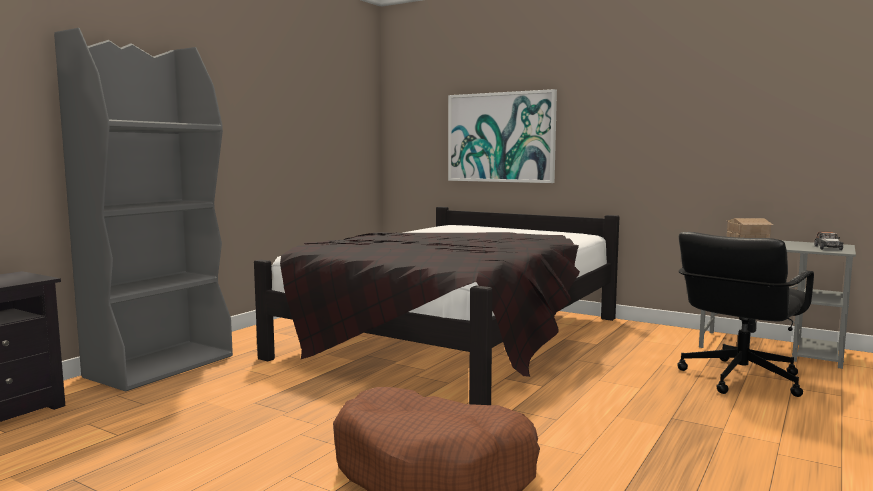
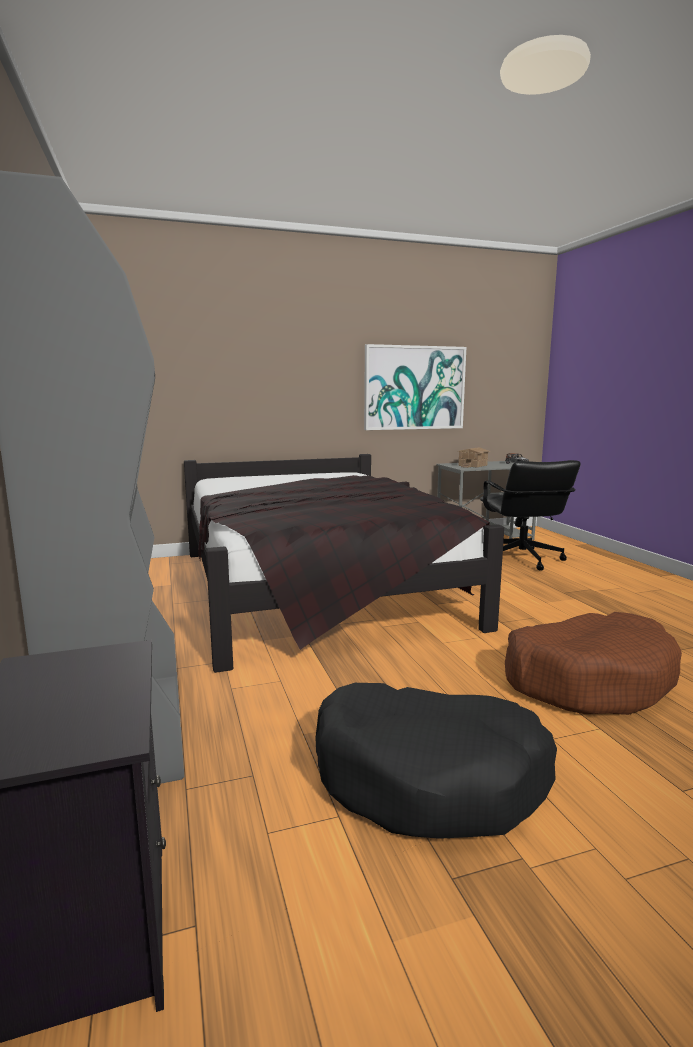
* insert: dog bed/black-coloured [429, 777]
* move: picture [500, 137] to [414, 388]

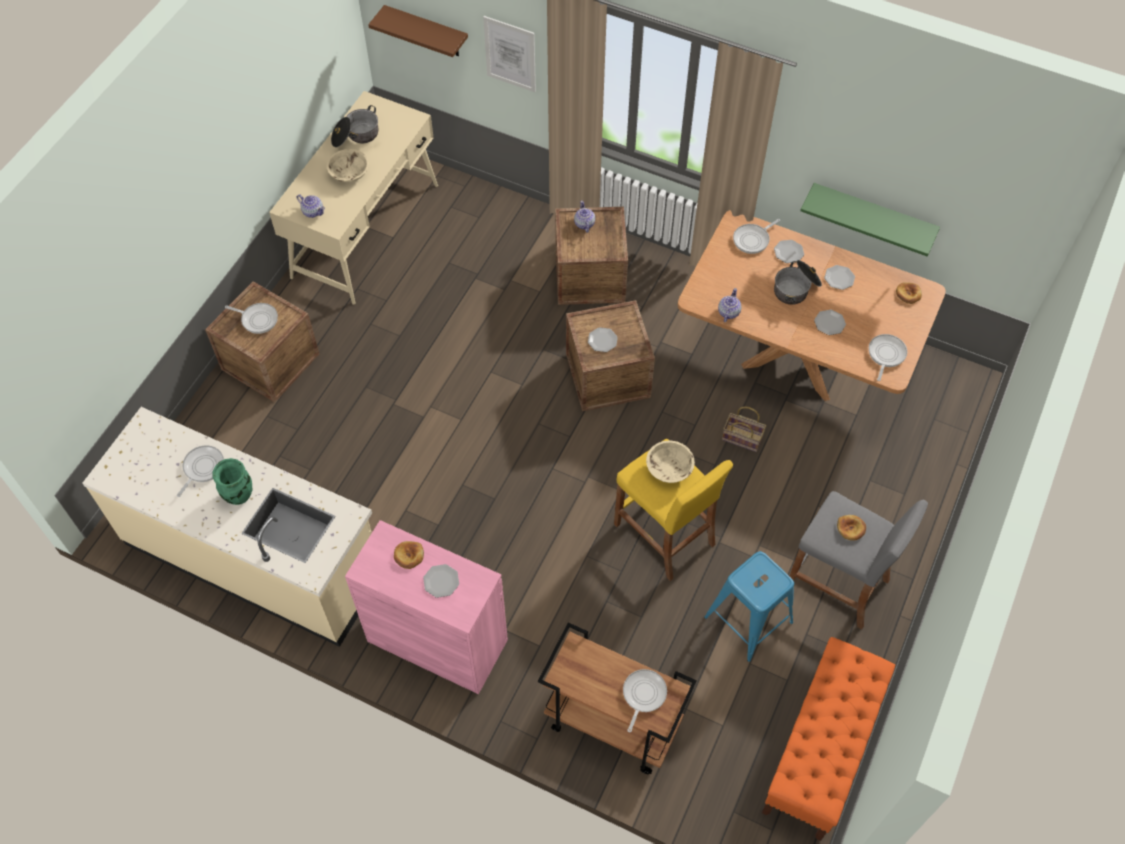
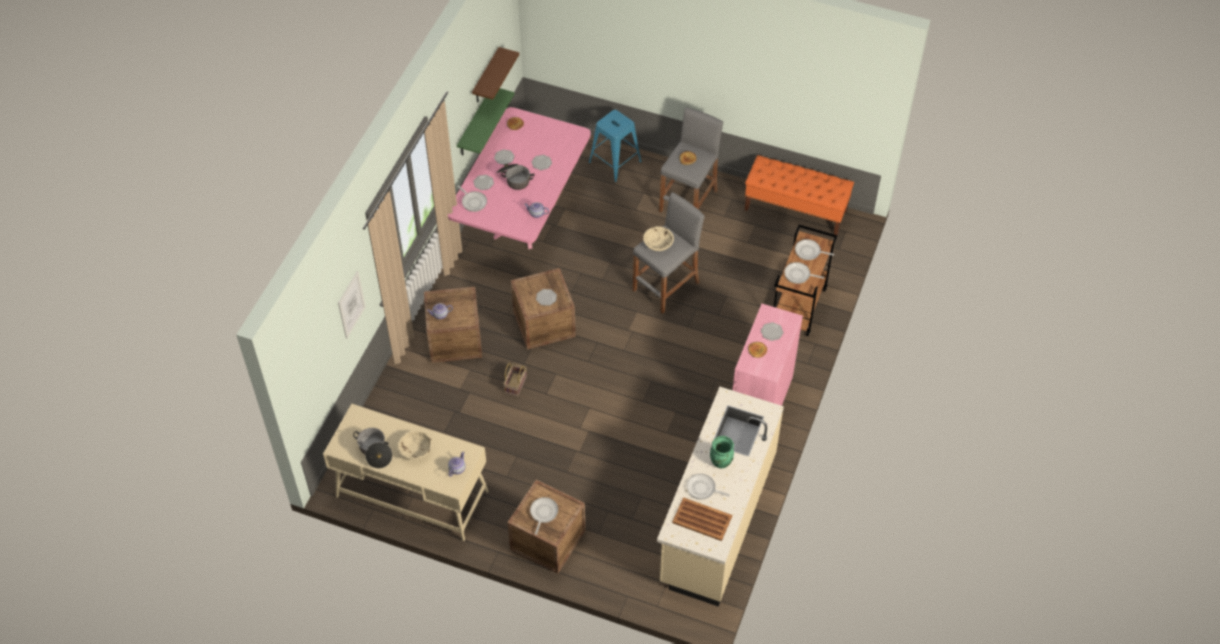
* insert: carrying tray/brown-coloured [701, 519]
* move: bracket shelf/brown-coloured [427, 32] to [486, 77]
* move: sitting stool/blue-coloured [748, 619] to [614, 162]
* move: household basket [743, 438] to [515, 383]
* move: pan [885, 355] to [798, 275]
* recolor: sitting stool/yellowish [664, 534] to sitting stool/gray [666, 286]
* recolor: kitchen table/brown-coloured [794, 360] to kitchen table/pink-coloured [523, 221]

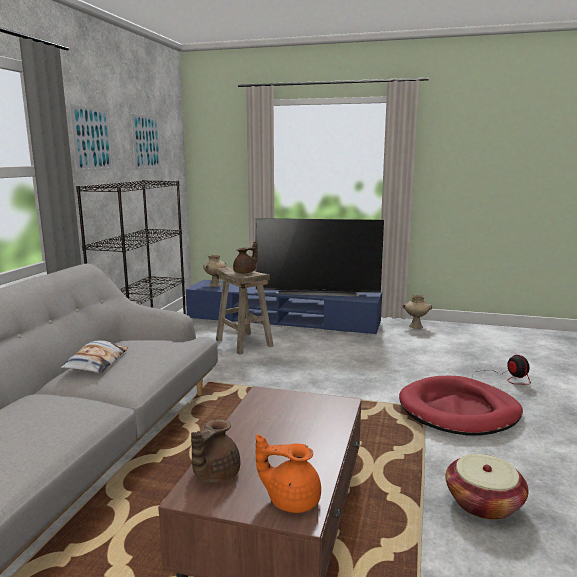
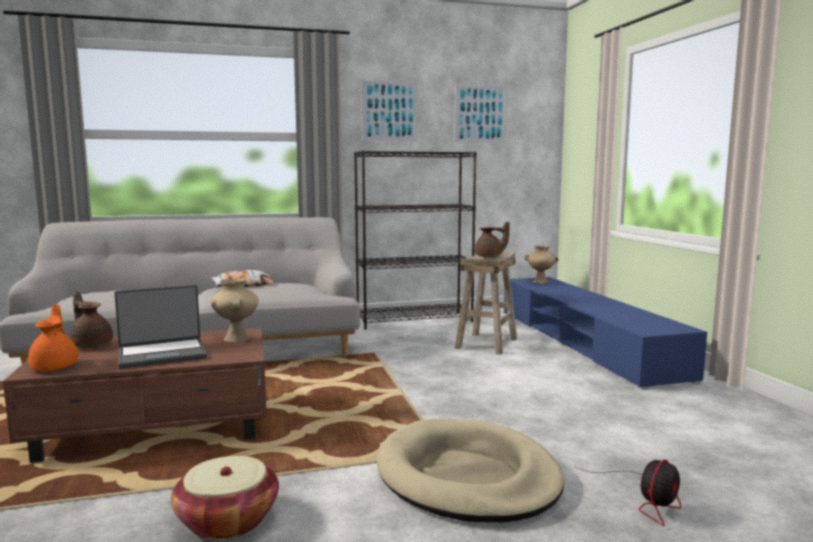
* delete: television [317, 292]
* insert: laptop [162, 354]
* move: vase/beige [415, 326] to [236, 338]
* recolor: dog bed/red-coloured [459, 410] to dog bed/beige [467, 476]
* rotate: tea pot/brown-coloured [214, 475] = [91, 344] 45 degrees clockwise

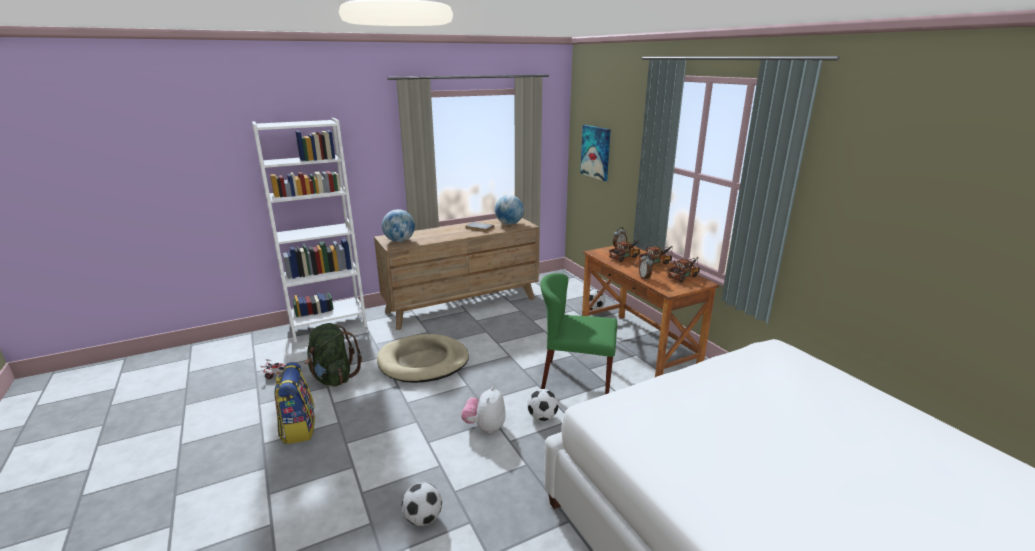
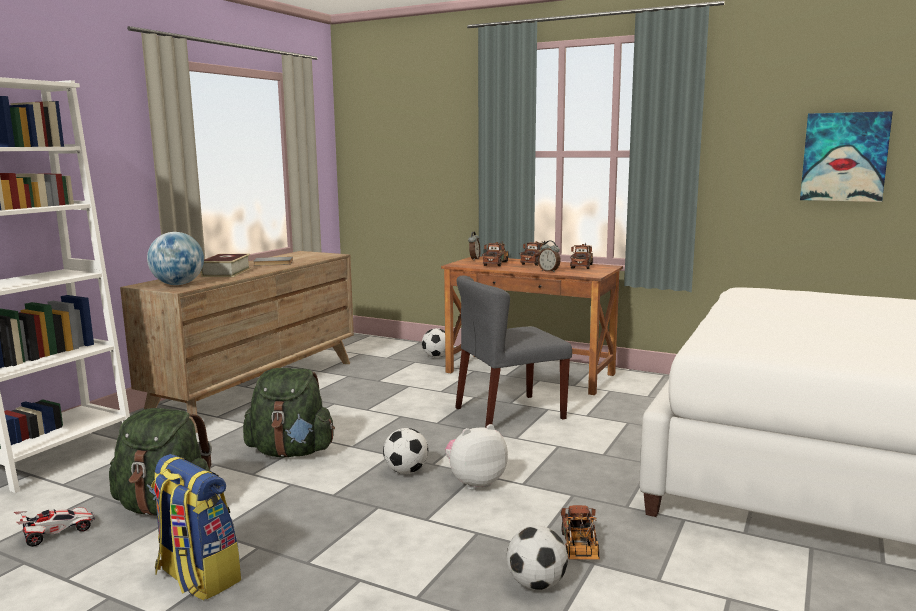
* delete: globe [509, 224]
* insert: book [226, 272]
* insert: toy truck [579, 549]
* move: ball for football [542, 417] to [406, 471]
* move: picture [596, 152] to [844, 157]
* replace: dog bed/beige [423, 362] to backpack/greenish [291, 452]
* recolor: upright chair/greenish [576, 378] to upright chair/gray [509, 413]
* rotate: plush toy [485, 427] = [475, 482] 90 degrees clockwise

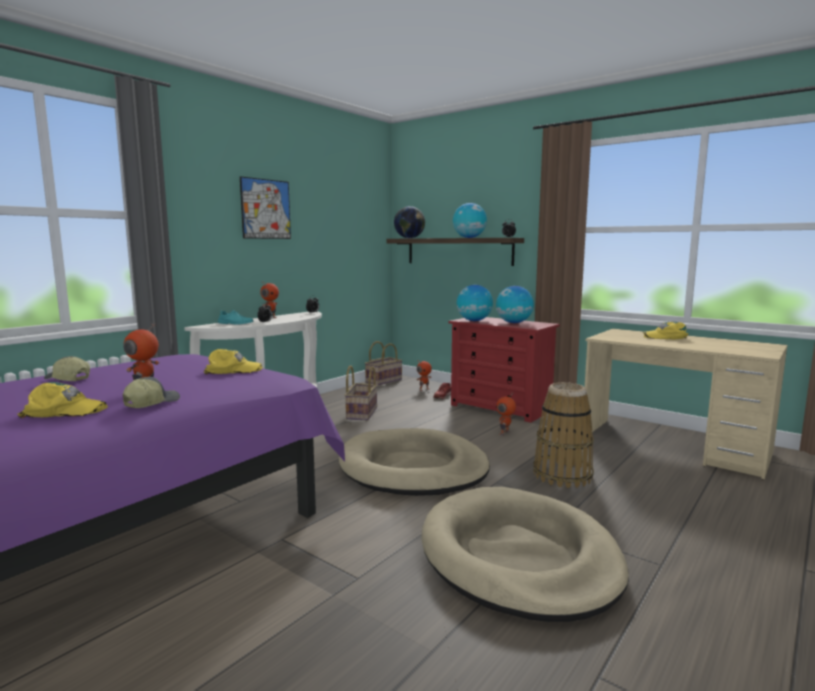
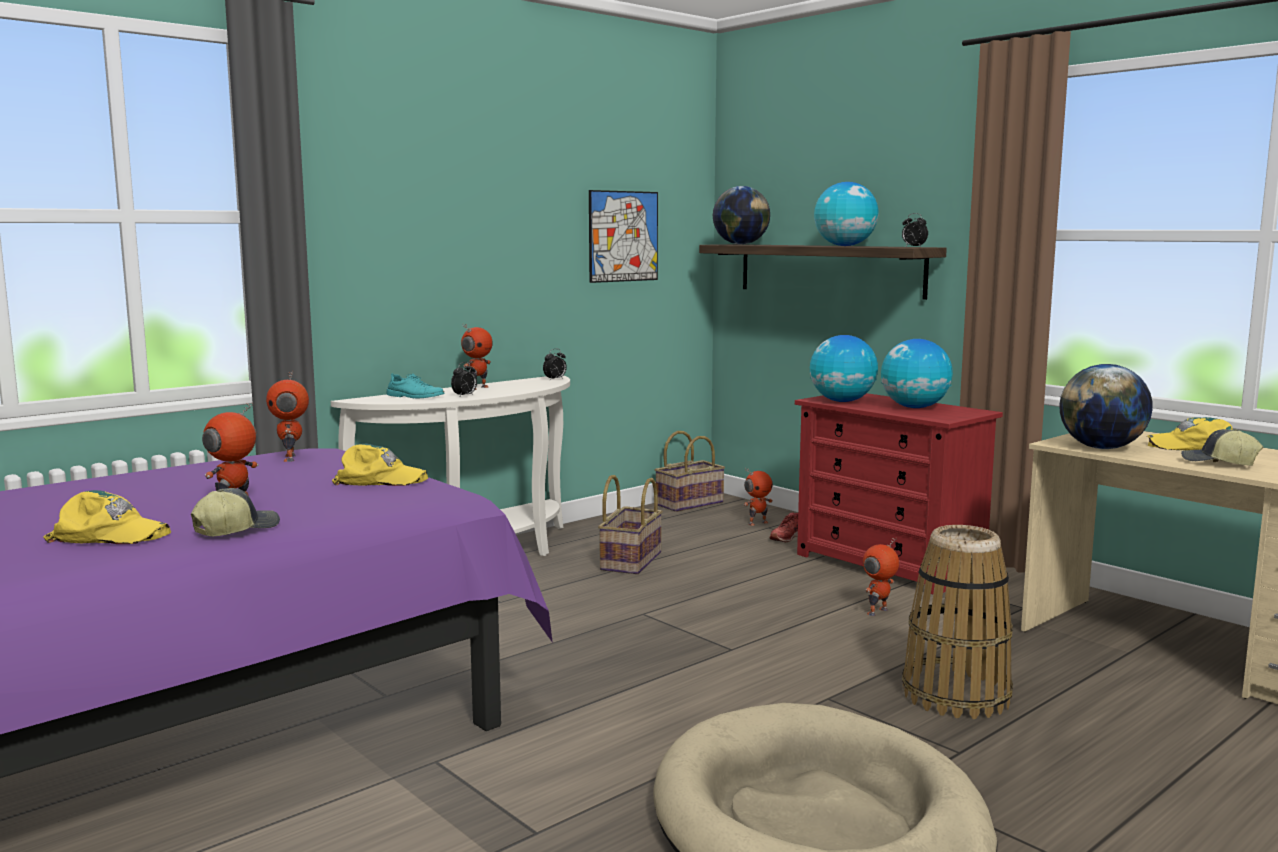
* delete: dog bed/beige [413, 468]
* insert: robot figure [291, 458]
* insert: globe [1102, 448]
* move: baseball cap [67, 379] to [1218, 463]
* move: picture [266, 209] to [623, 236]

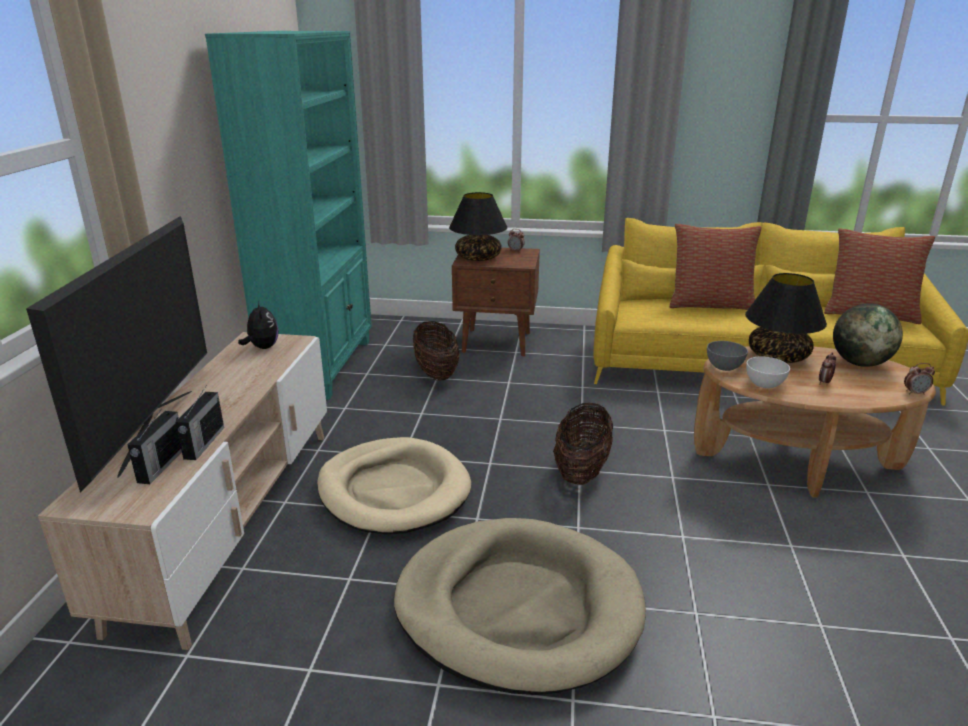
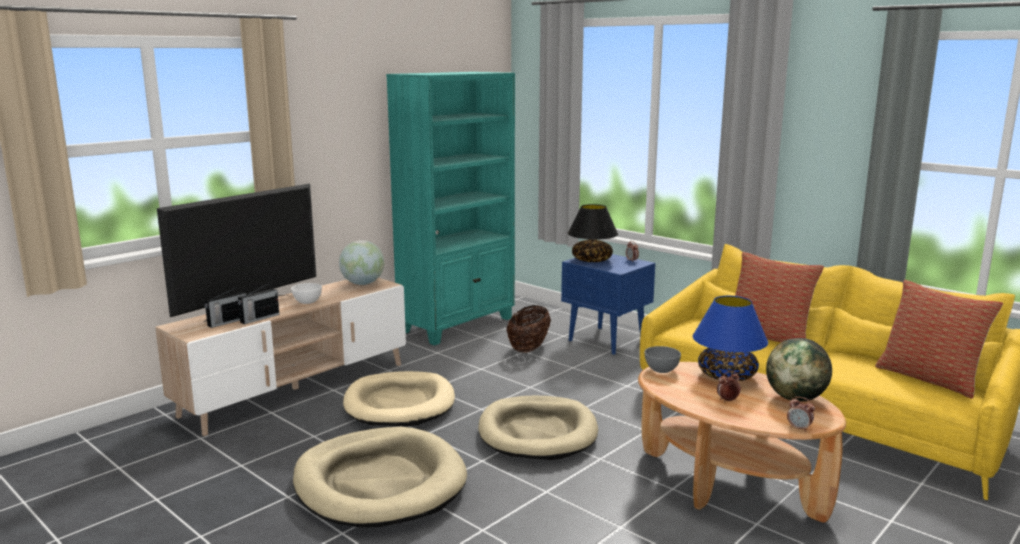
* move: deep dish/whitish [764, 384] to [307, 302]
* replace: plush toy [262, 347] to globe [362, 284]
* replace: household basket [581, 470] to dog bed/beige [537, 432]
* recolor: bedside table/brown-coloured [497, 342] to bedside table/blue-coloured [606, 340]
* recolor: tabletop lamp/black-coloured [778, 356] to tabletop lamp/blue-coloured [727, 376]

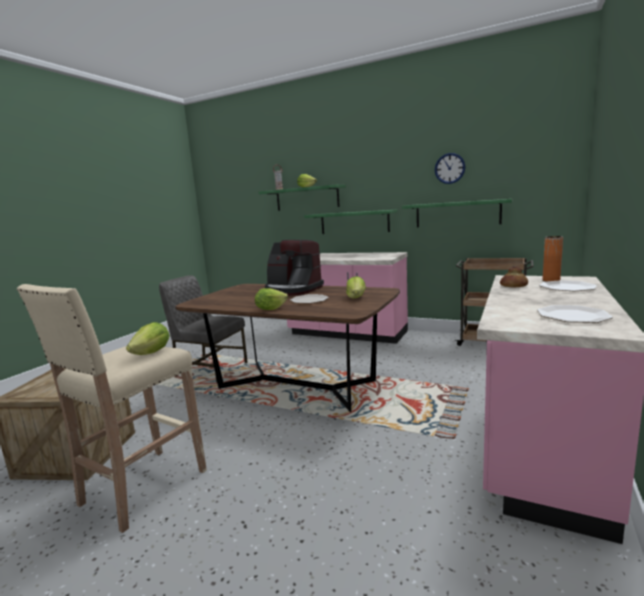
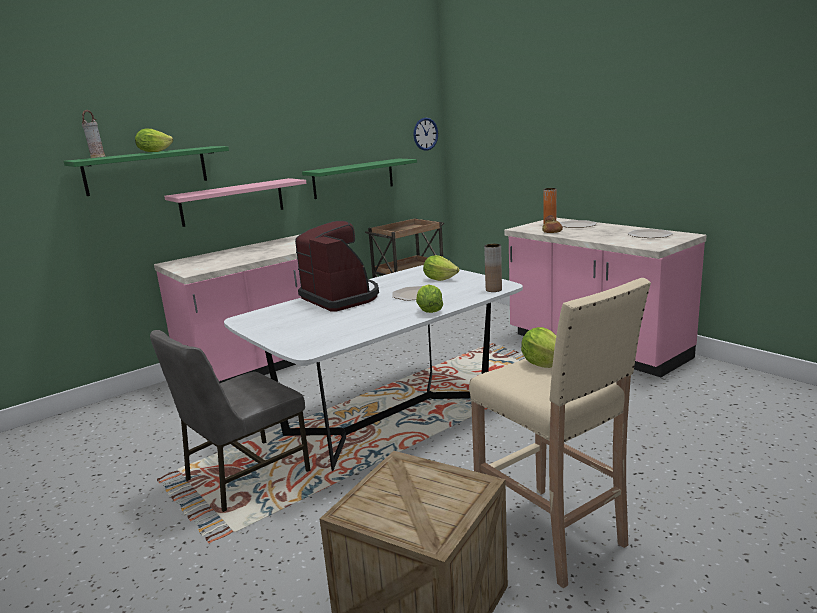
* insert: vase/brown-coloured [493, 290]
* move: clock on the wall [449, 168] to [425, 134]
* recolor: kitchen table/brown-coloured [296, 385] to kitchen table/whitish [388, 416]
* recolor: bracket shelf/greenish [354, 222] to bracket shelf/pink-coloured [232, 202]
* rotate: coffee machine [293, 290] = [341, 298] 90 degrees counterclockwise

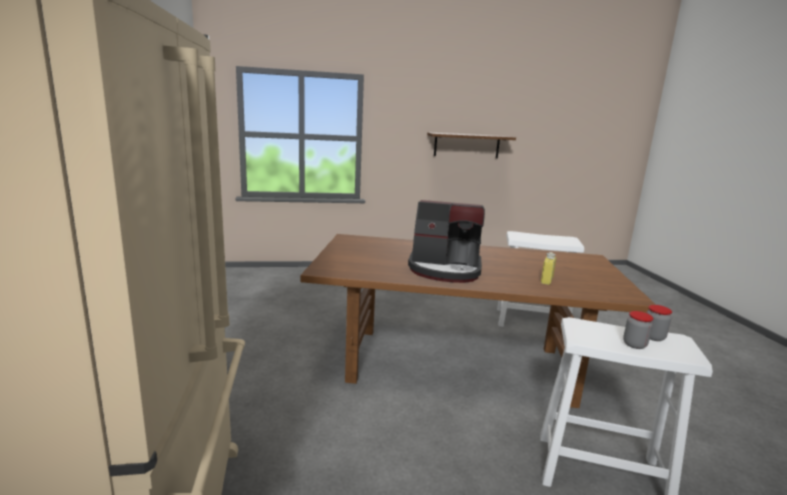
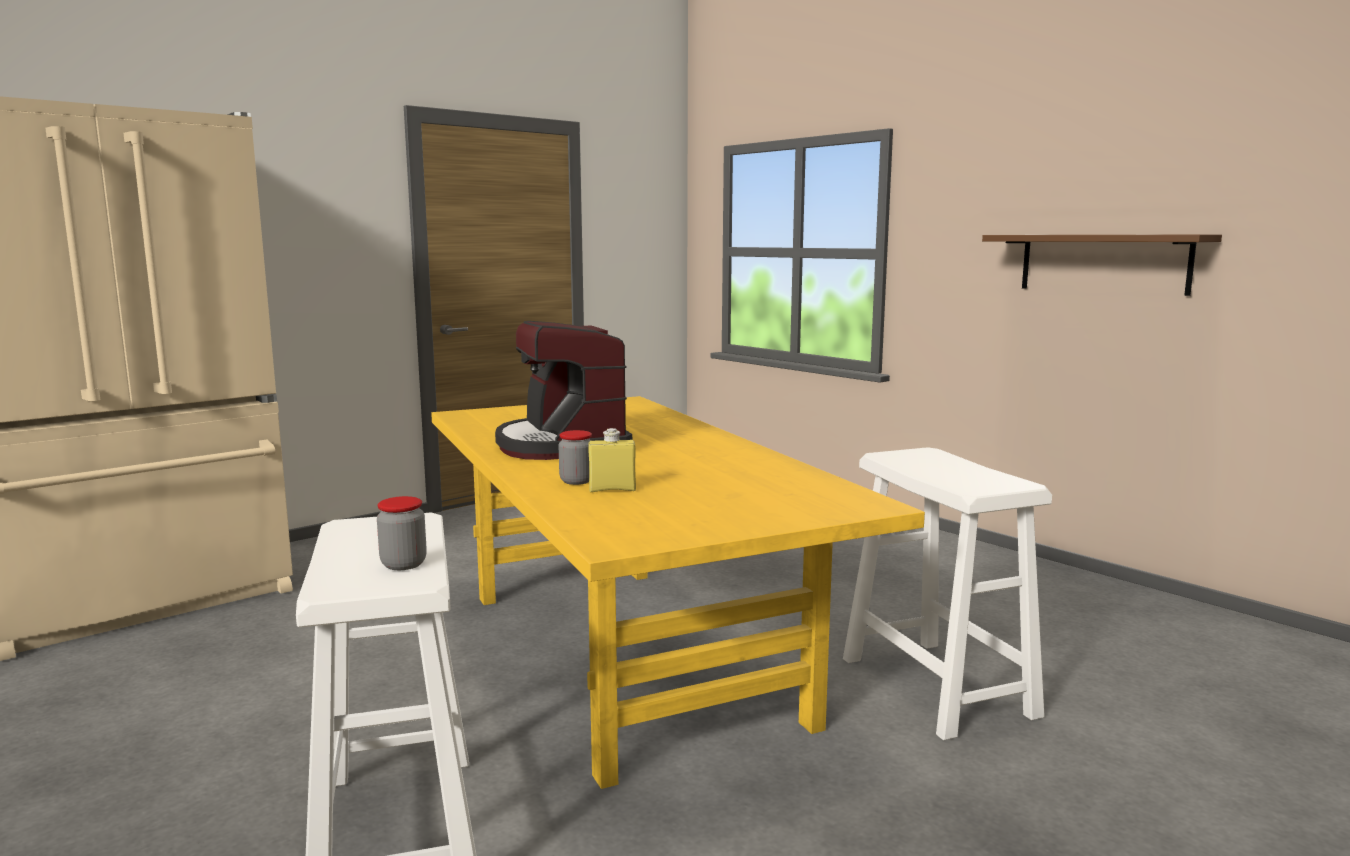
* move: jar [634, 345] to [576, 481]
* recolor: kitchen table/brown-coloured [460, 365] to kitchen table/yellowish [627, 656]

